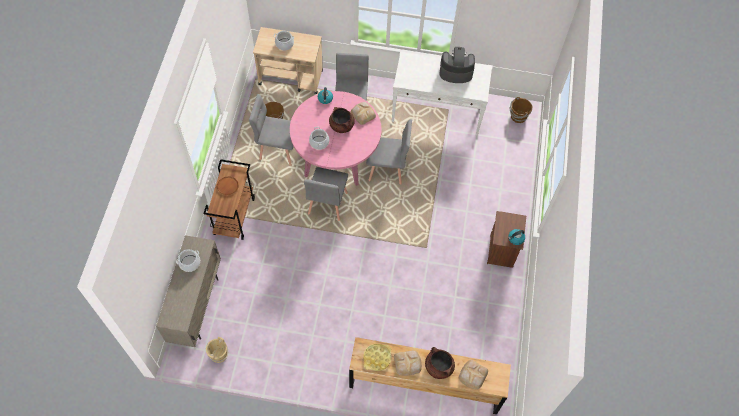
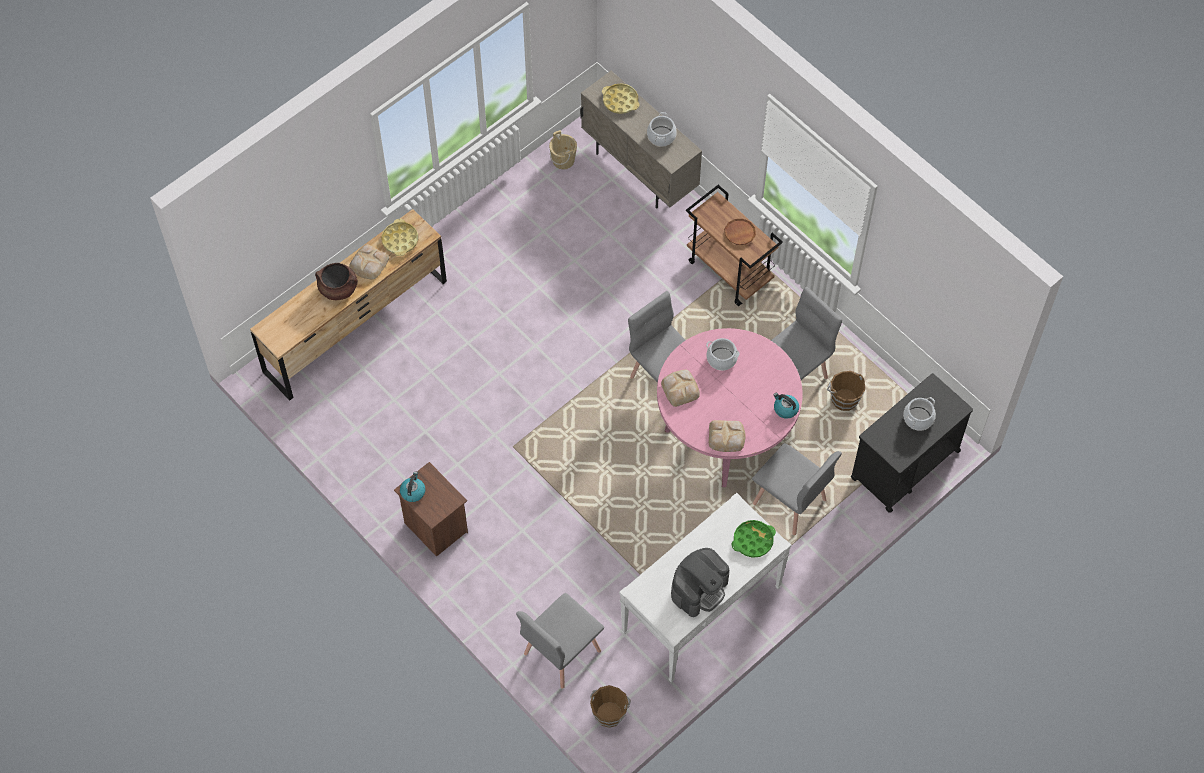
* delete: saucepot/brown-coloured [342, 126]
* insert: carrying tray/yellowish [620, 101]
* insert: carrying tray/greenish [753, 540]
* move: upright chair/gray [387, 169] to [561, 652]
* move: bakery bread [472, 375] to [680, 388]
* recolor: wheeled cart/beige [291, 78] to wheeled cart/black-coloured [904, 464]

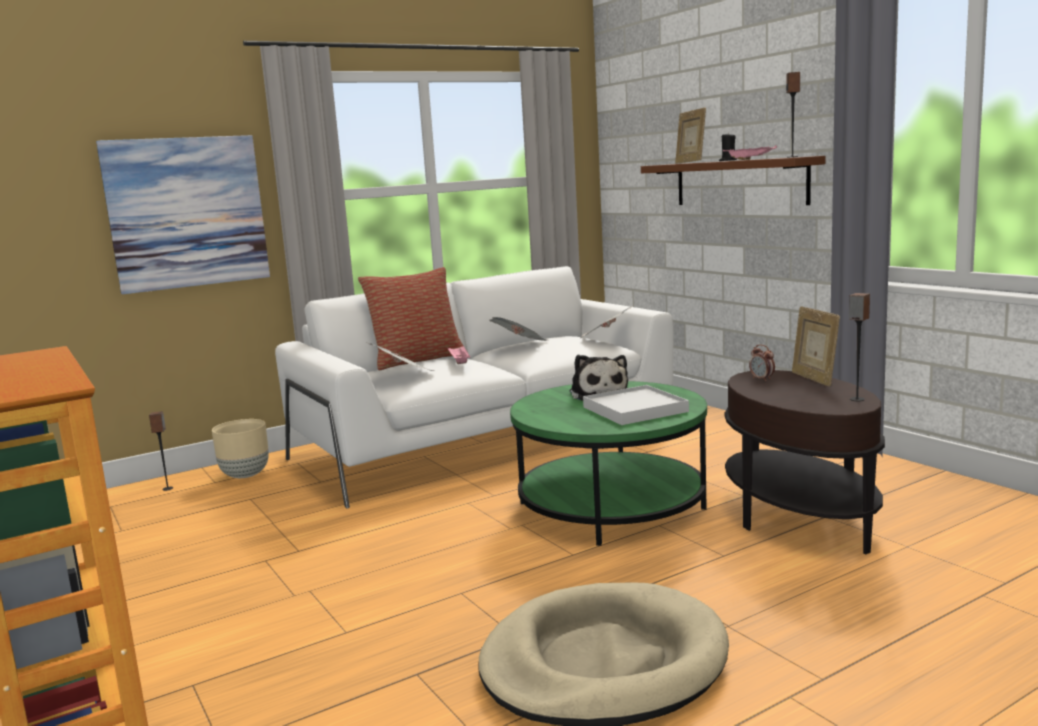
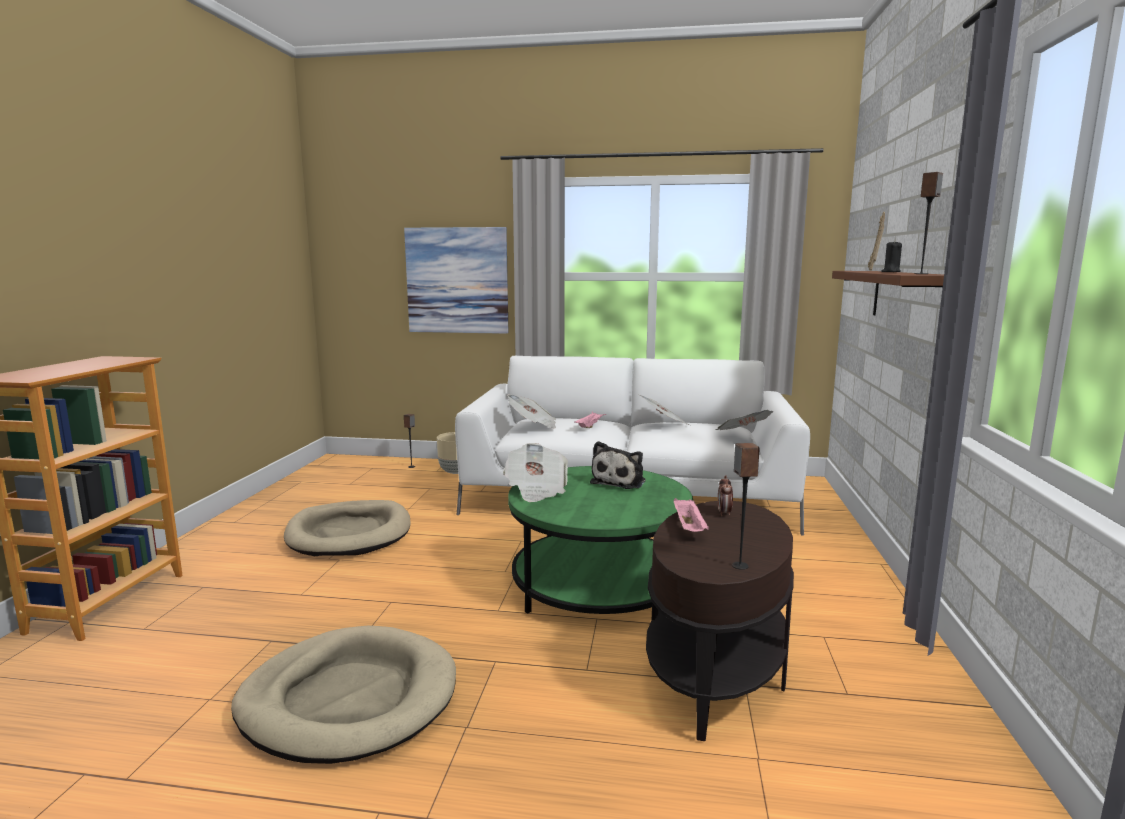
* delete: pillow [417, 360]
* delete: carrying tray/whitish [634, 409]
* delete: standing frame [814, 379]
* insert: dog bed/beige [349, 533]
* insert: daily paper [536, 490]
* move: carrying tray/pink-coloured [750, 159] to [689, 528]

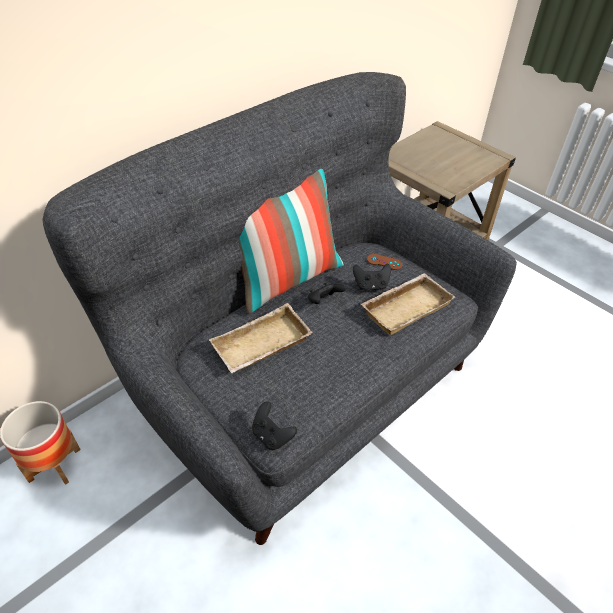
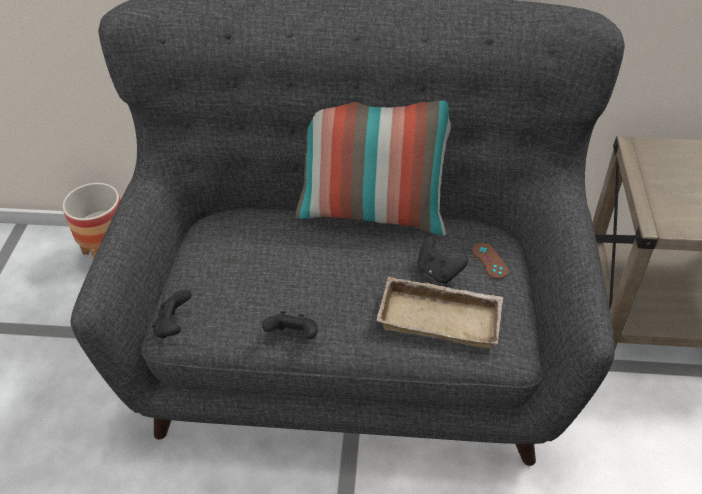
* delete: carrying tray/beige [261, 346]
* move: gamepad/black-coloured [324, 301] to [293, 336]

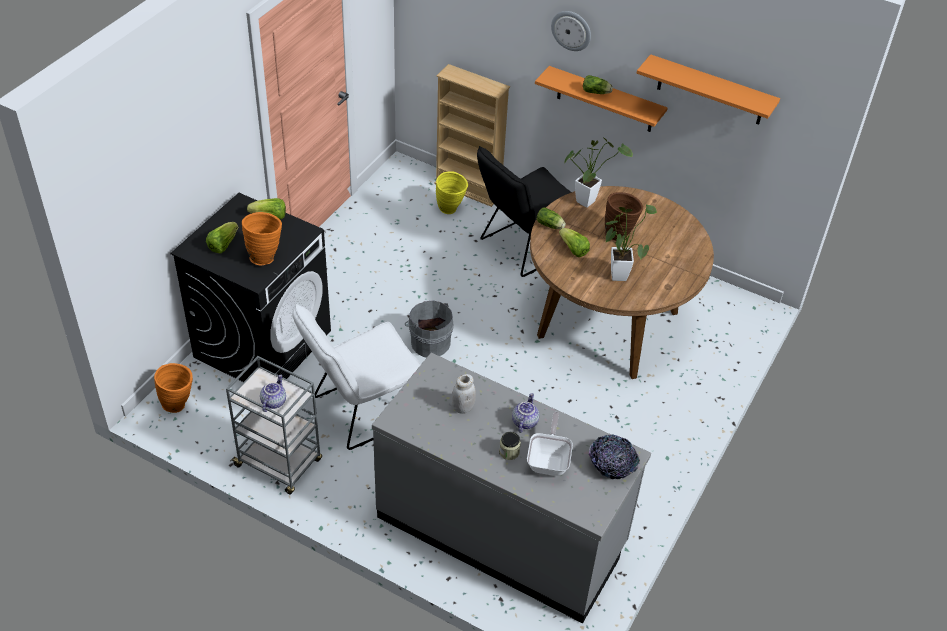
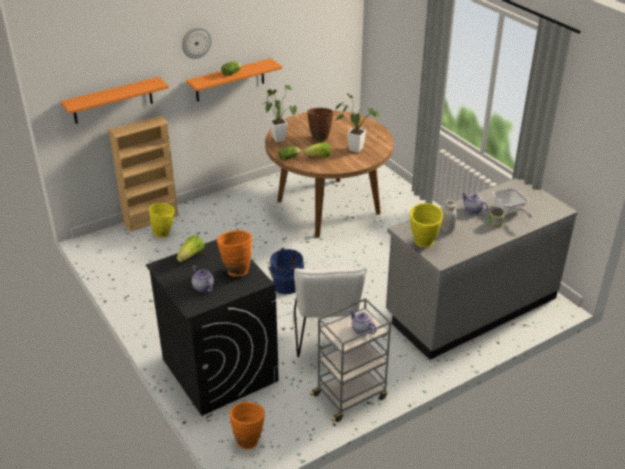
* delete: upright chair/black-coloured [524, 246]
* delete: deep dish [612, 465]
* insert: vase/yellowish [423, 244]
* move: bracket shelf/orange-coloured [710, 91] to [112, 100]
* replace: head of lettuce [223, 244] to tea pot [202, 287]
* recolor: pail/gray [429, 342] to pail/blue-coloured [285, 284]
* rotate: pan [549, 460] = [510, 211] 150 degrees counterclockwise

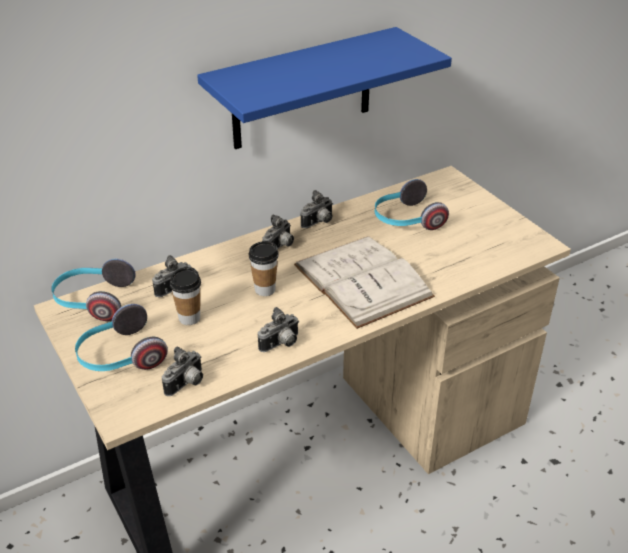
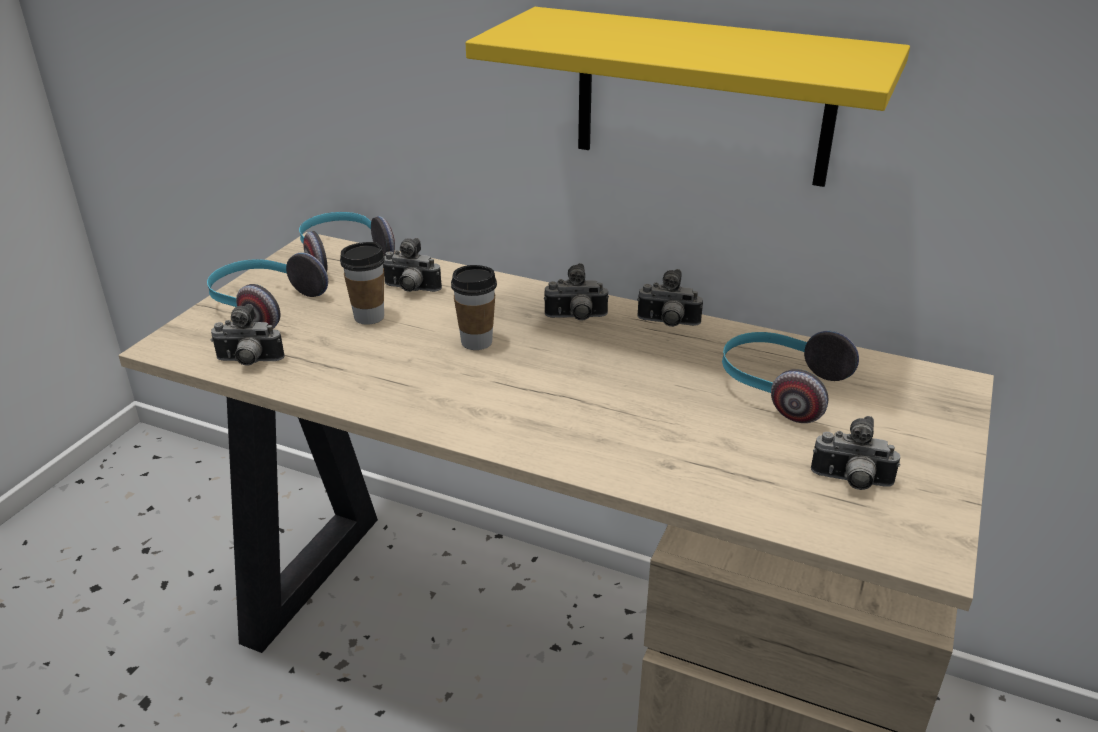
* delete: book/whitish [362, 280]
* move: still camera [281, 344] to [851, 482]
* recolor: bracket shelf/blue-coloured [302, 90] to bracket shelf/yellowish [703, 97]

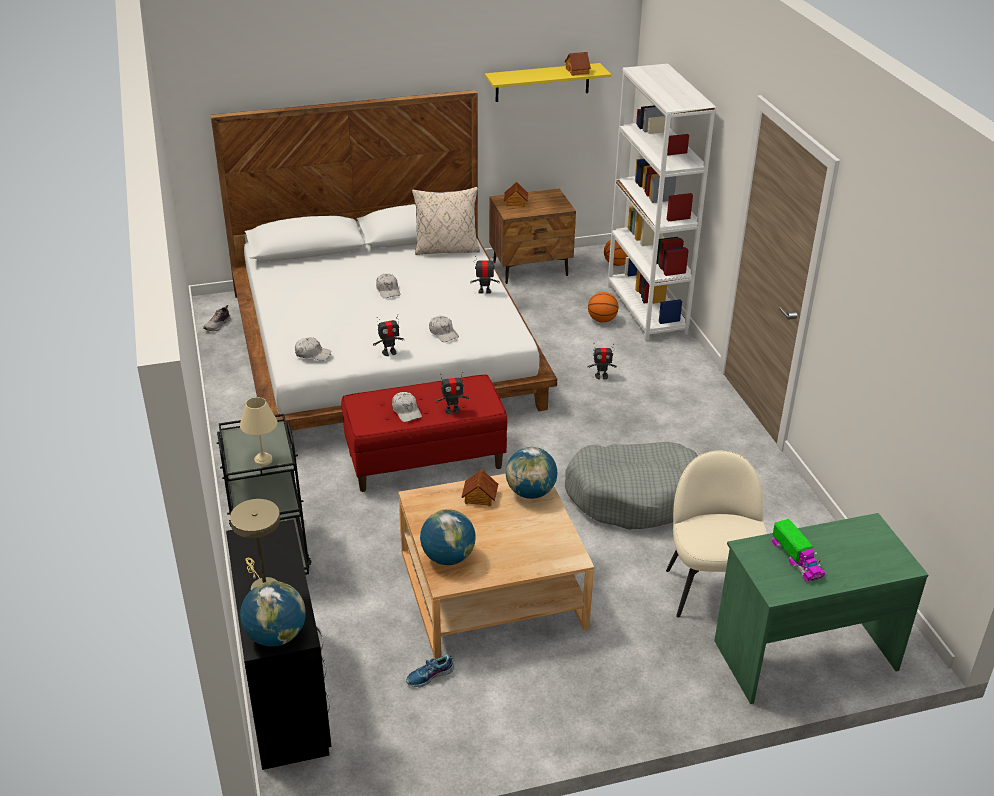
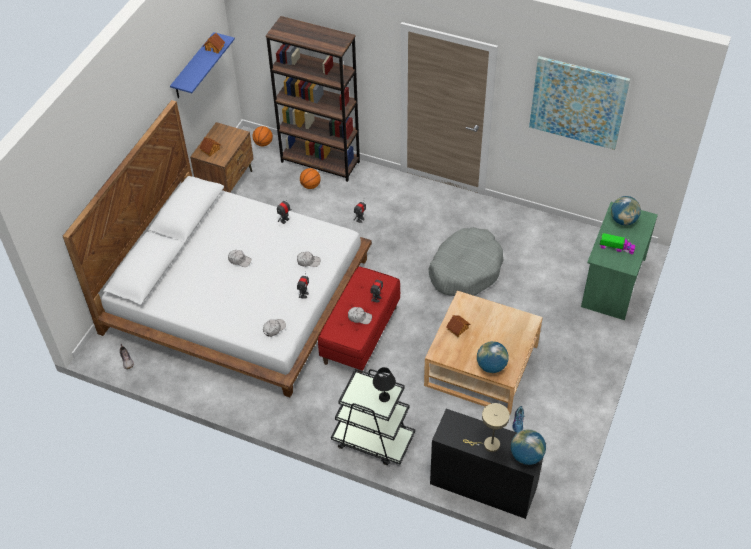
* delete: pillow/beige [446, 249]
* delete: upright chair/beige [711, 589]
* insert: picture [578, 102]
* move: globe [530, 492] to [623, 220]
* recolor: tabletop lamp/beige [263, 459] to tabletop lamp/black-coloured [383, 397]
* recolor: bracket shelf/yellowish [542, 82] to bracket shelf/blue-coloured [193, 67]
* recolor: bookshelf/whitish [646, 310] to bookshelf/brown-coloured [320, 162]

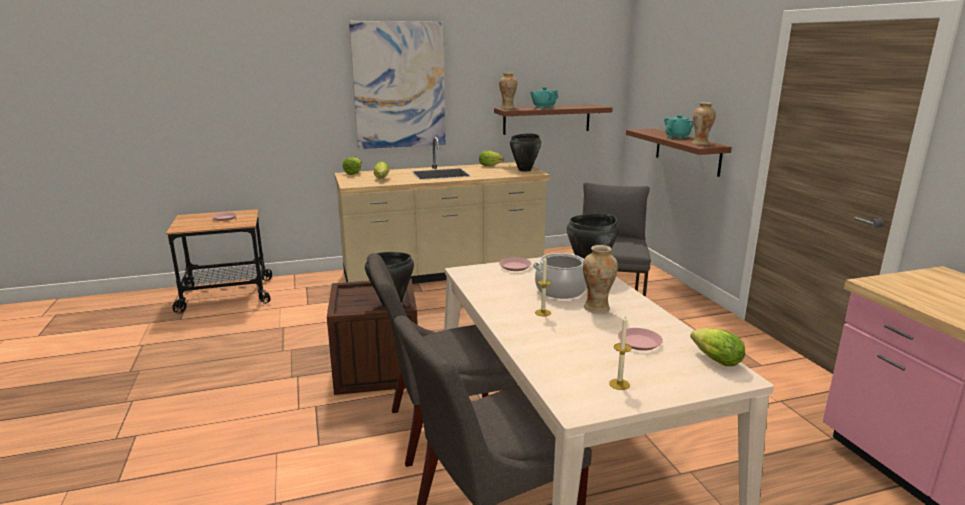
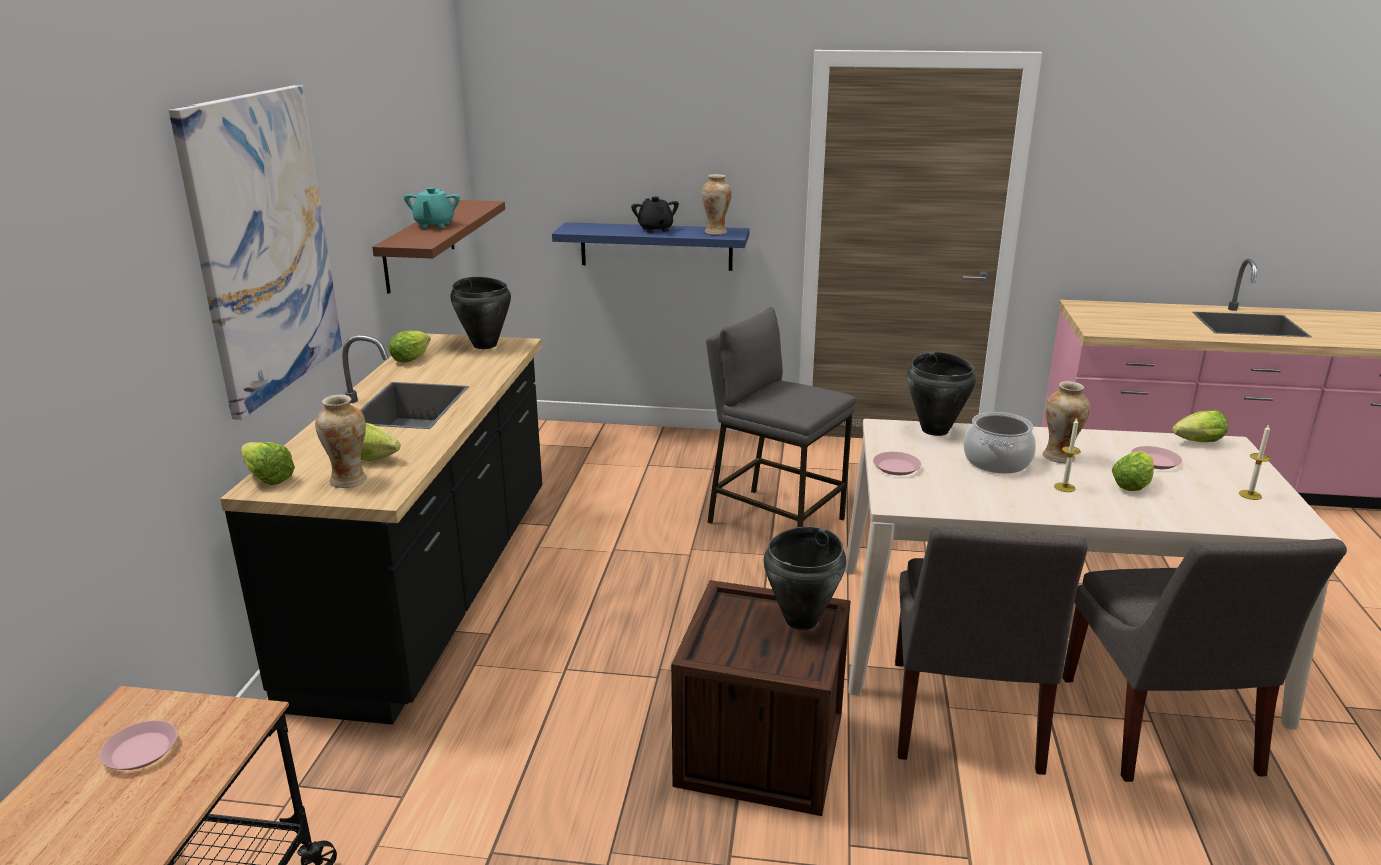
* insert: head of lettuce [1133, 484]
* move: vase [507, 108] to [349, 480]
* recolor: counter/beige [443, 272] to counter/black-coloured [433, 591]
* recolor: bracket shelf/brown-coloured [687, 151] to bracket shelf/blue-coloured [656, 246]
* recolor: tea pot/turquoise [677, 137] to tea pot/black-coloured [655, 229]

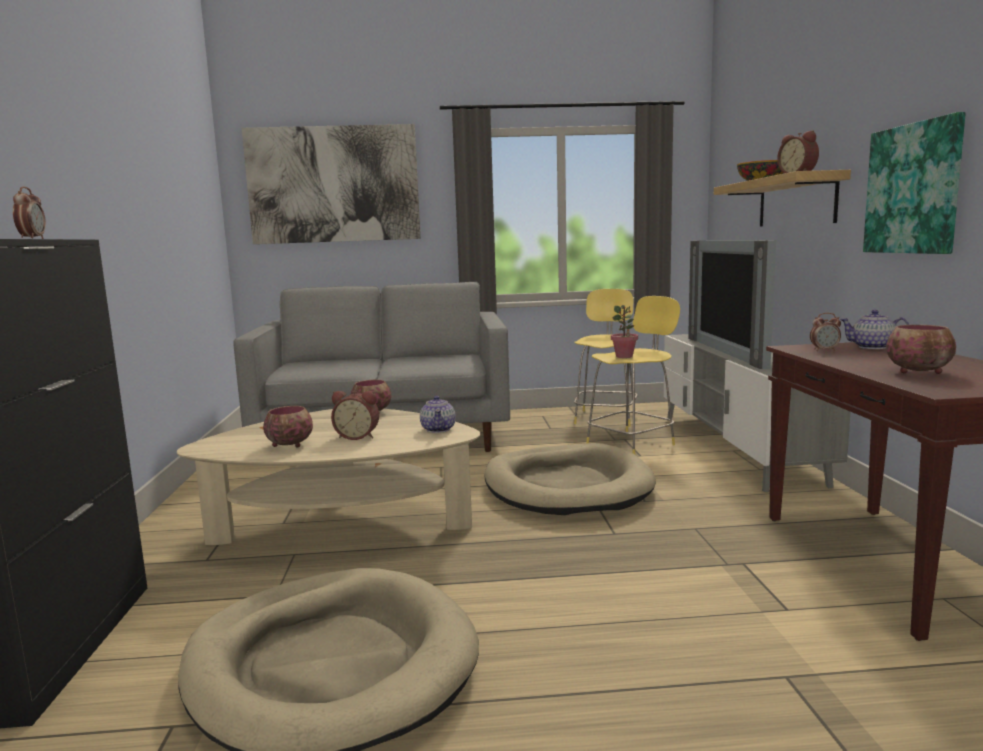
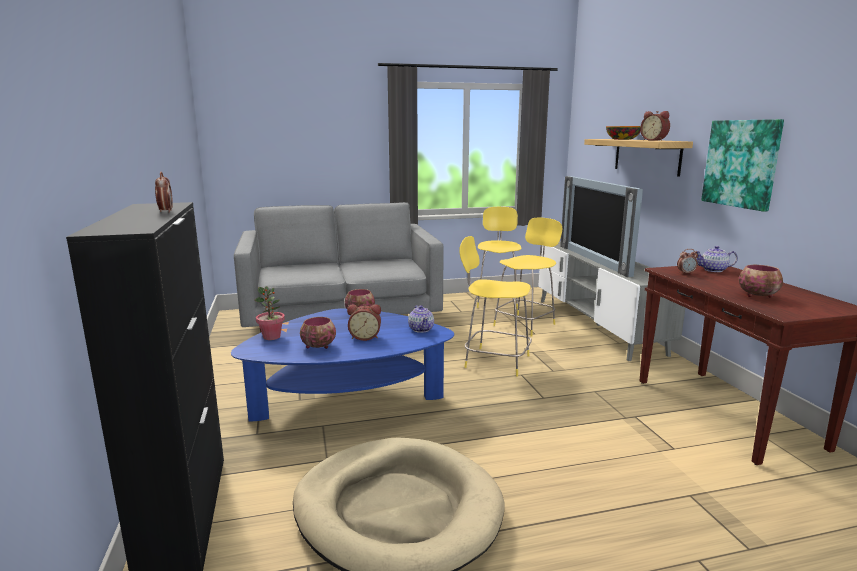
* delete: picture [333, 184]
* move: potted plant [624, 356] to [272, 337]
* replace: dog bed/beige [566, 486] to sitting stool/yellowish [494, 361]
* recolor: coffee table/beige [343, 527] to coffee table/blue-coloured [348, 401]

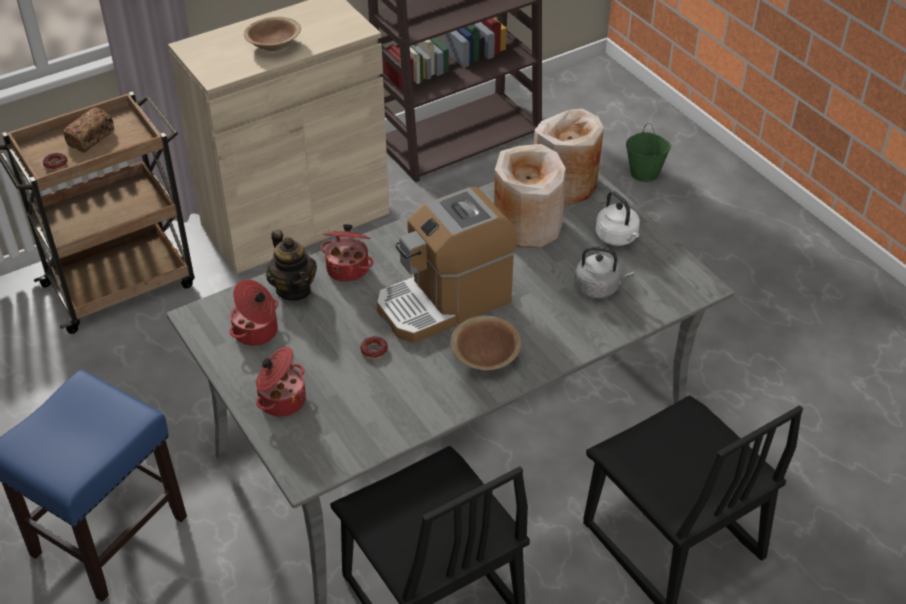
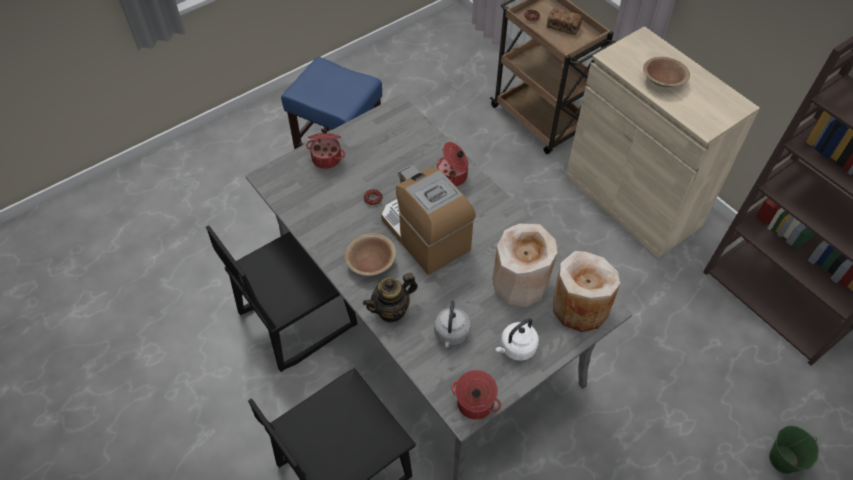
* move: saucepot [257, 332] to [474, 404]
* move: tea pot [294, 289] to [392, 310]

